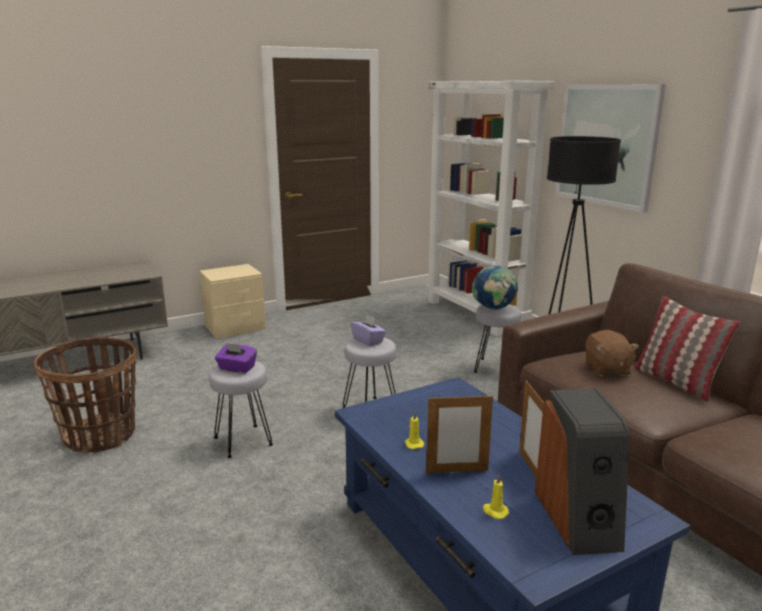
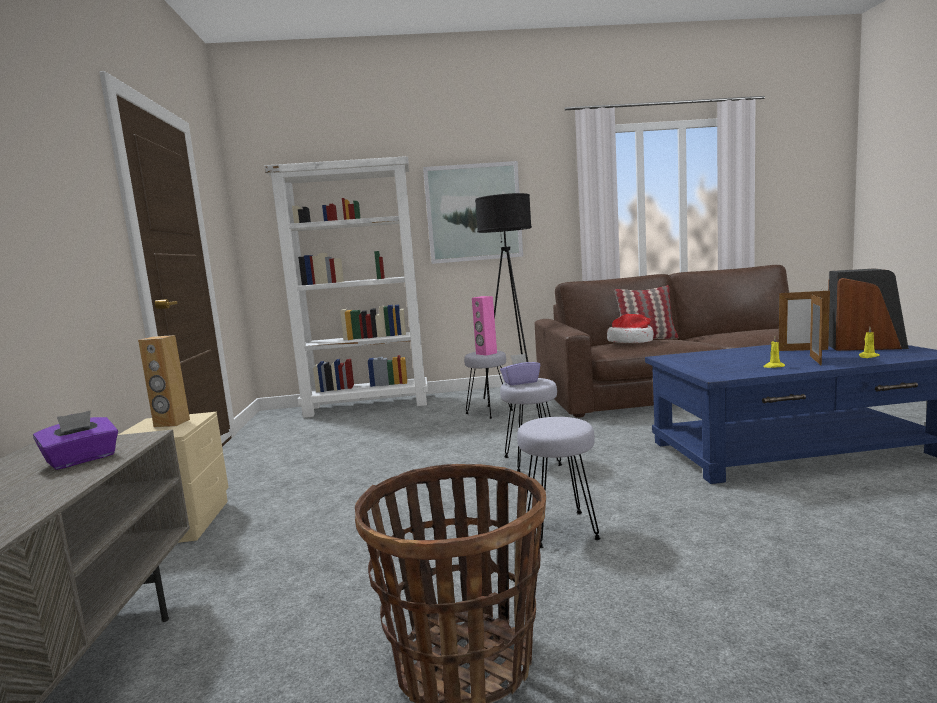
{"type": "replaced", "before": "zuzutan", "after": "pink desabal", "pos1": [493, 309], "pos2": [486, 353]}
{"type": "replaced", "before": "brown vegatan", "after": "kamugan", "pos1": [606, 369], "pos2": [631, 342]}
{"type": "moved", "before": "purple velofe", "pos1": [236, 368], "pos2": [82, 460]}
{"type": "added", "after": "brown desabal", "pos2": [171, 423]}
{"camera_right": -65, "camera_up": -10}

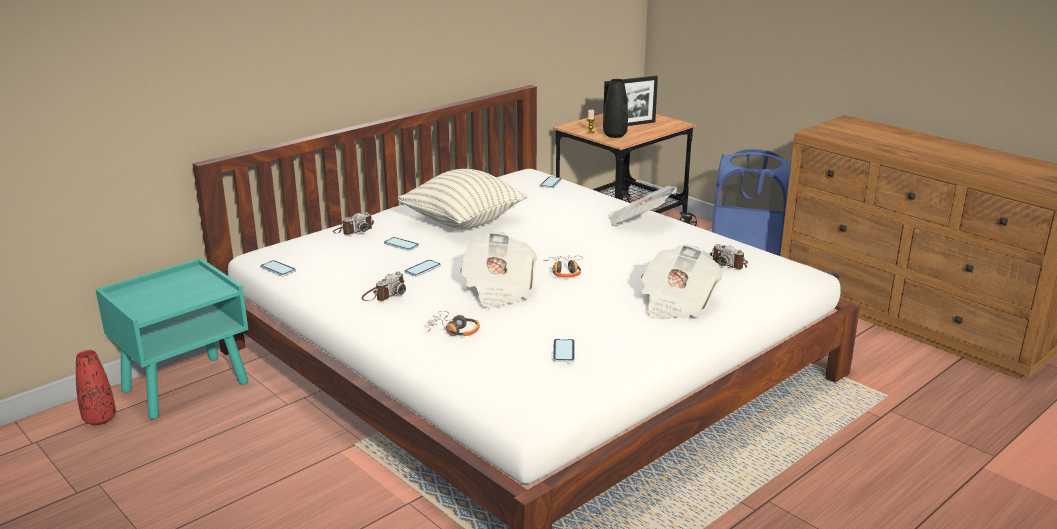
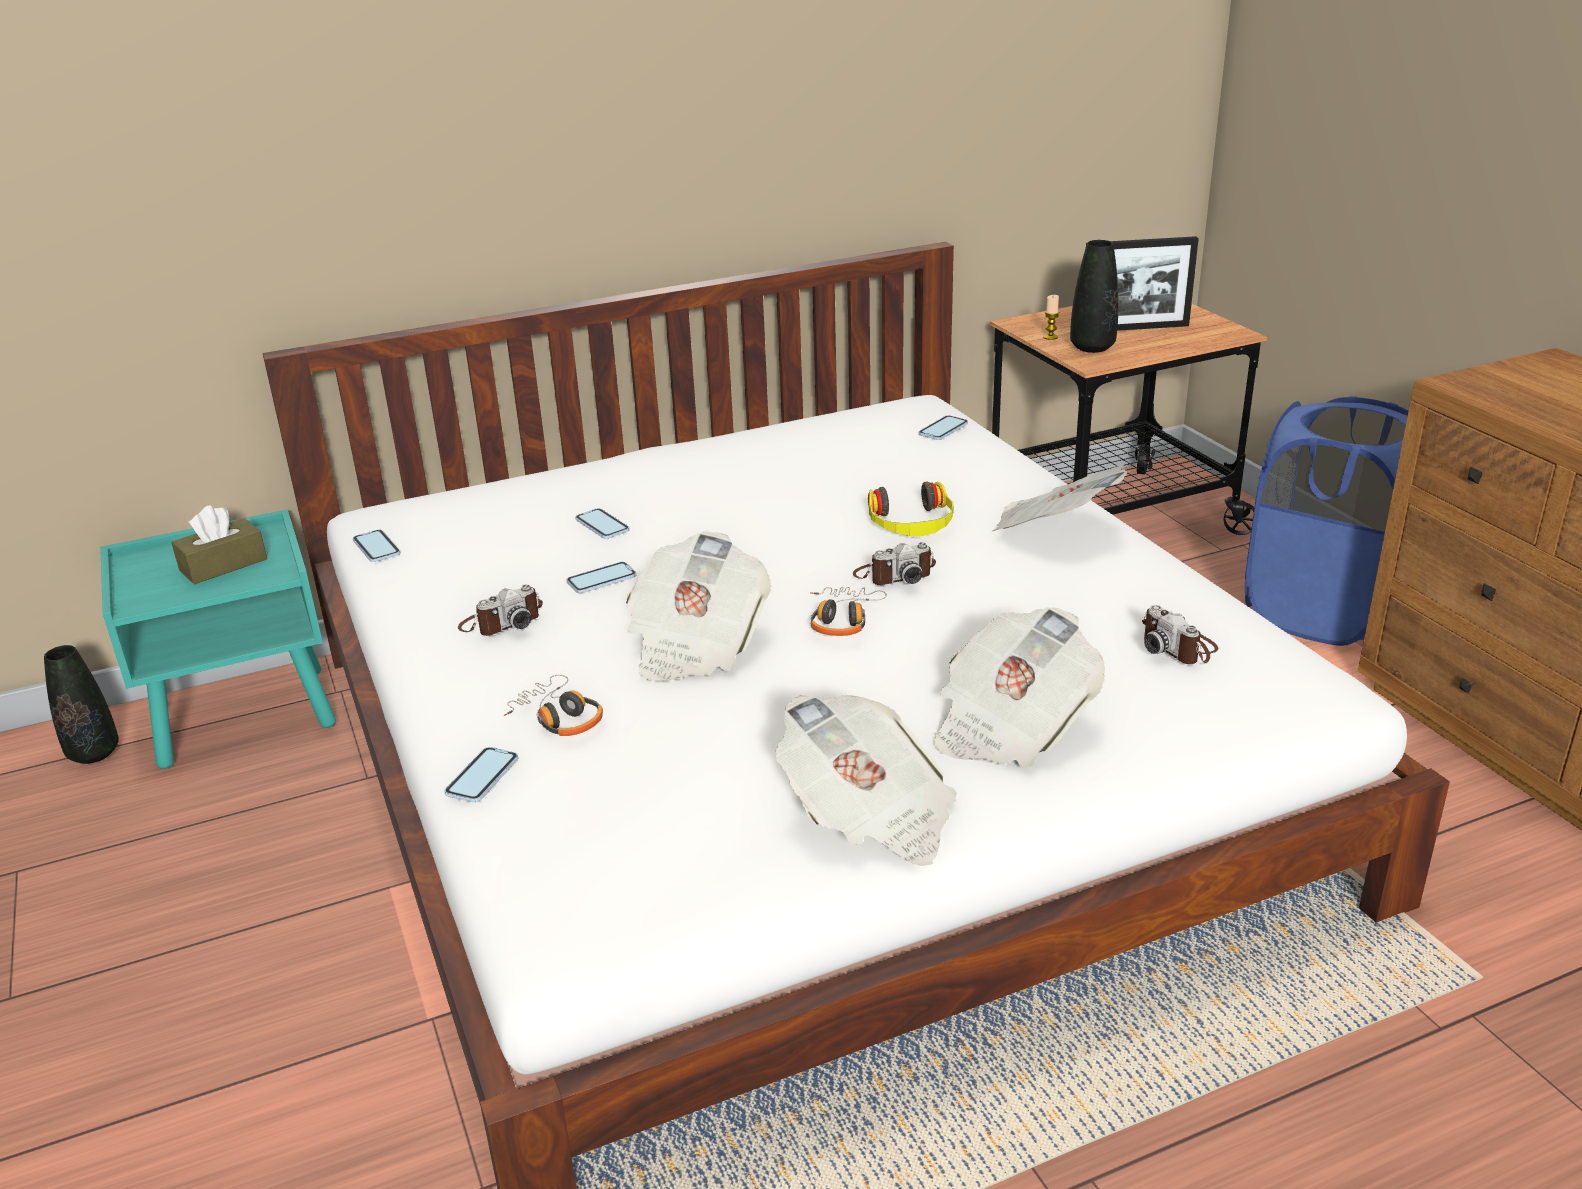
{"type": "removed", "before": "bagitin", "pos1": [463, 222]}
{"type": "moved", "before": "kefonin", "pos1": [353, 230], "pos2": [894, 575]}
{"type": "moved", "before": "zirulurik", "pos1": [563, 352], "pos2": [482, 777]}
{"type": "recoloured", "before": "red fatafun", "after": "black fatafun", "pos1": [100, 419], "pos2": [94, 753]}
{"type": "added", "after": "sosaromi", "pos2": [911, 523]}
{"type": "added", "after": "brown velofe", "pos2": [223, 565]}
{"type": "added", "after": "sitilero", "pos2": [869, 816]}
{"camera_right": 20, "camera_up": 5}

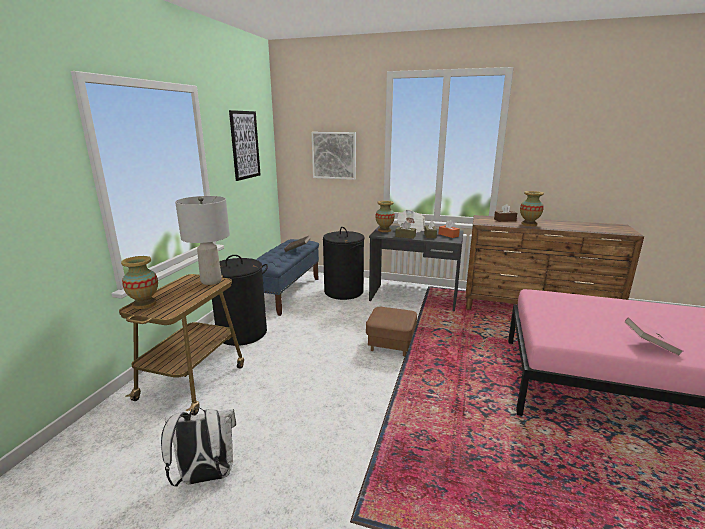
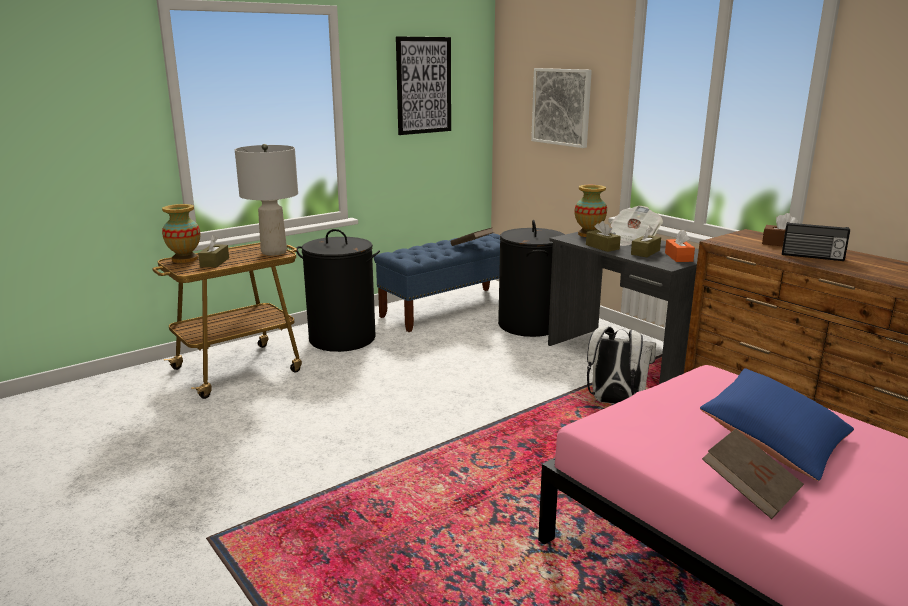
{"type": "replaced", "before": "fatafun", "after": "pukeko", "pos1": [529, 224], "pos2": [812, 257]}
{"type": "removed", "before": "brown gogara", "pos1": [391, 344]}
{"type": "recoloured", "before": "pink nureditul", "after": "brown nureditul", "pos1": [649, 345], "pos2": [750, 490]}
{"type": "moved", "before": "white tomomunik", "pos1": [205, 477], "pos2": [614, 403]}
{"type": "added", "after": "brown velofe", "pos2": [214, 262]}
{"type": "added", "after": "blue bagitin", "pos2": [774, 441]}
{"camera_right": 35, "camera_up": 0}

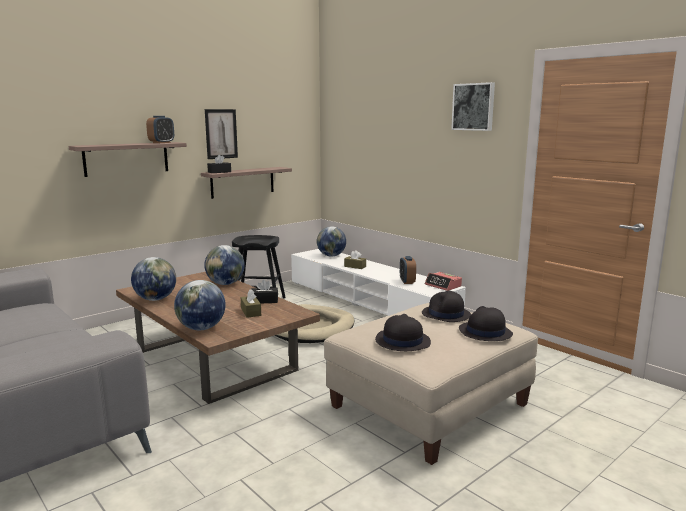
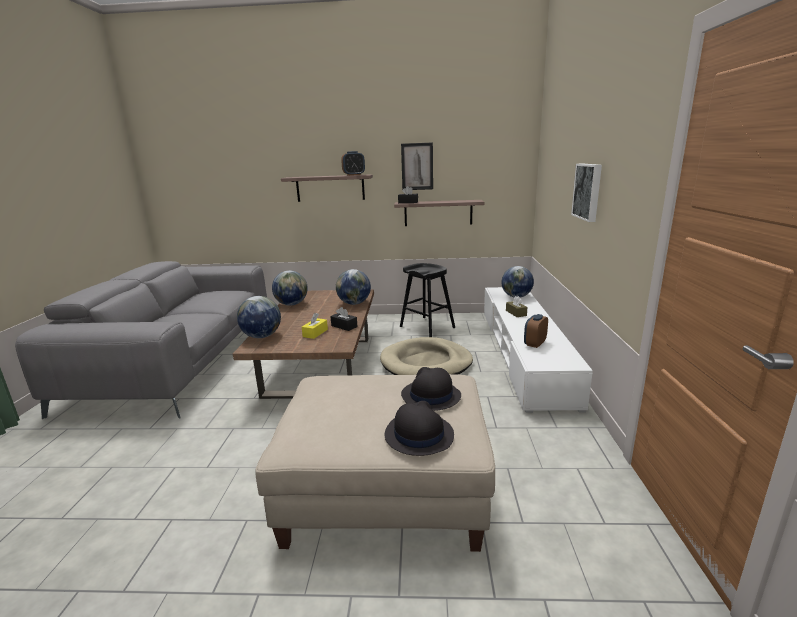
{"type": "moved", "before": "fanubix", "pos1": [473, 107], "pos2": [588, 191]}
{"type": "removed", "before": "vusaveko", "pos1": [443, 285]}
{"type": "recoloured", "before": "brown velofe", "after": "yellow velofe", "pos1": [251, 312], "pos2": [315, 333]}
{"type": "removed", "before": "black kamugan", "pos1": [402, 341]}
{"camera_right": 45, "camera_up": 5}

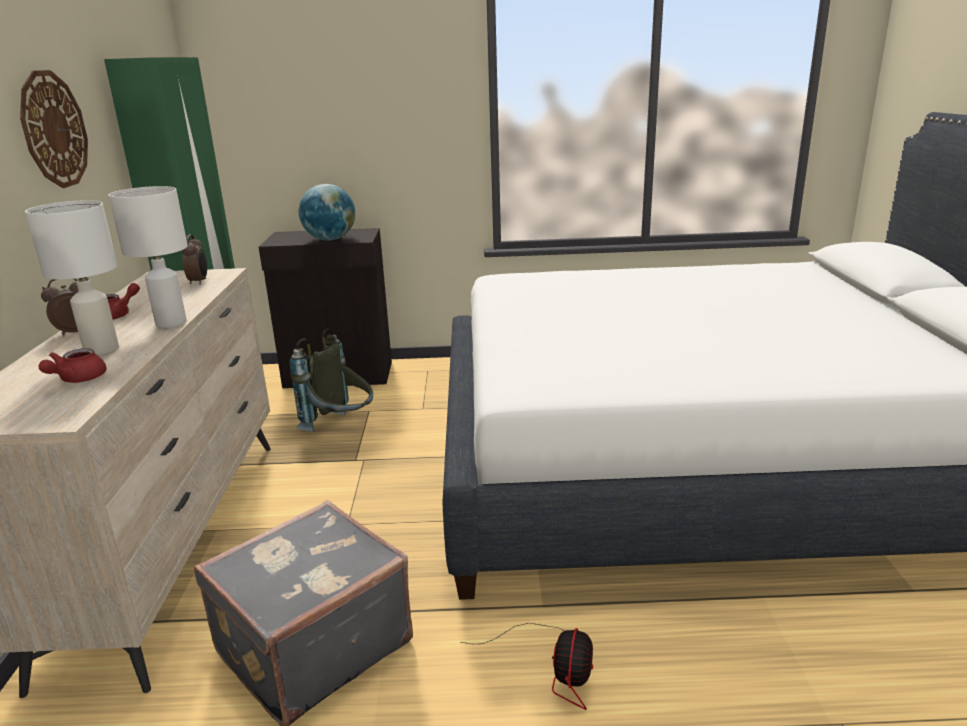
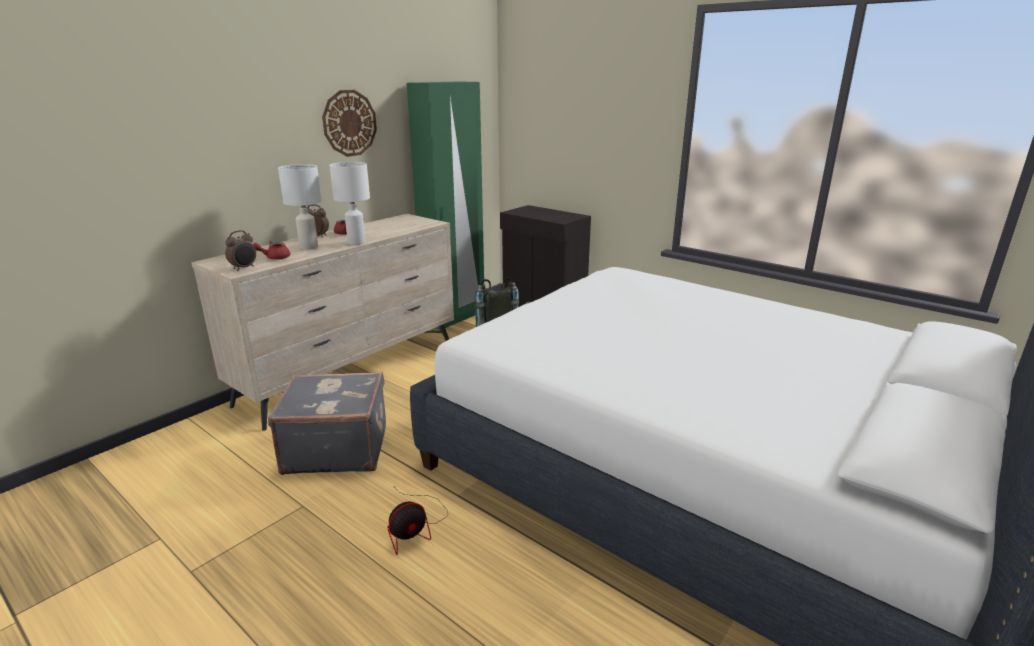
{"type": "removed", "before": "zuzutan", "pos1": [330, 239]}
{"type": "moved", "before": "vusaveko", "pos1": [199, 282], "pos2": [244, 268]}
{"camera_right": 40, "camera_up": 0}

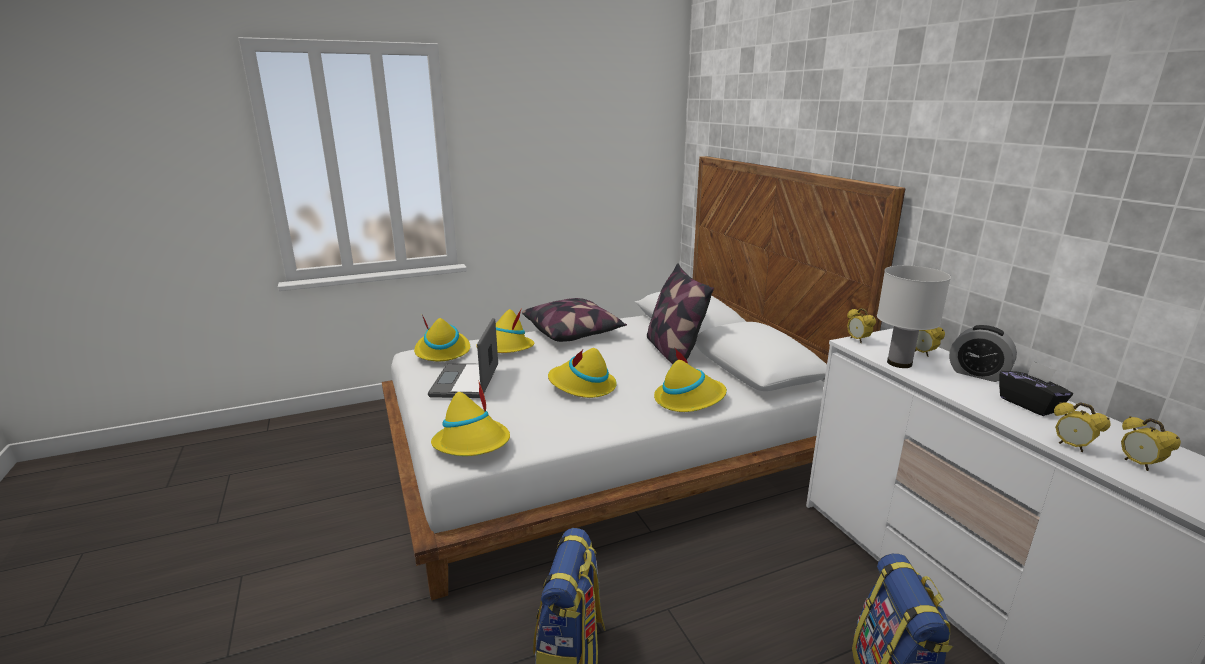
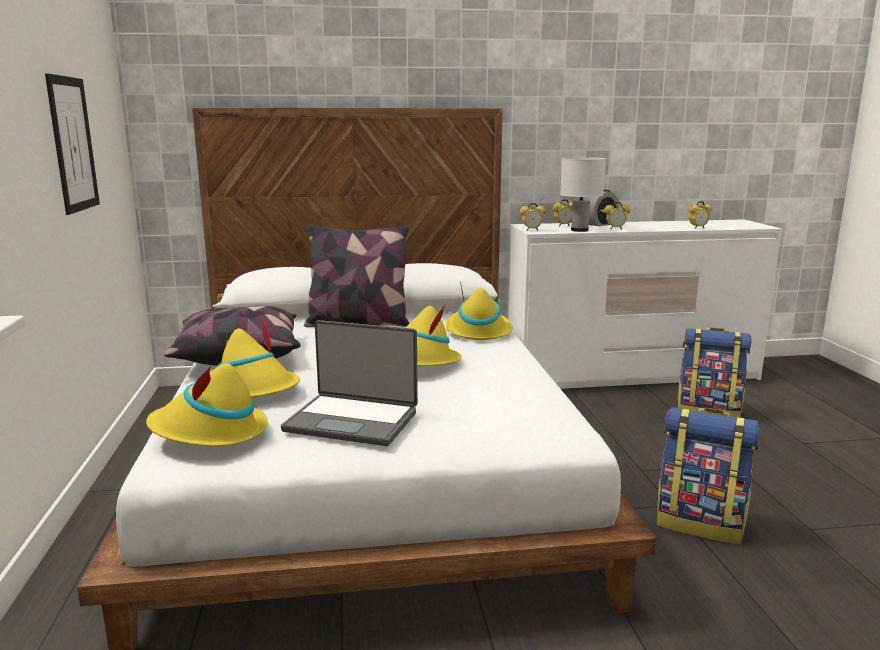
{"type": "removed", "before": "black velofe", "pos1": [1029, 404]}
{"type": "removed", "before": "yellow kamugan", "pos1": [473, 443]}
{"type": "moved", "before": "vusaveko", "pos1": [1138, 464], "pos2": [615, 229]}
{"type": "added", "after": "fanubix", "pos2": [73, 144]}
{"camera_right": -75, "camera_up": -5}

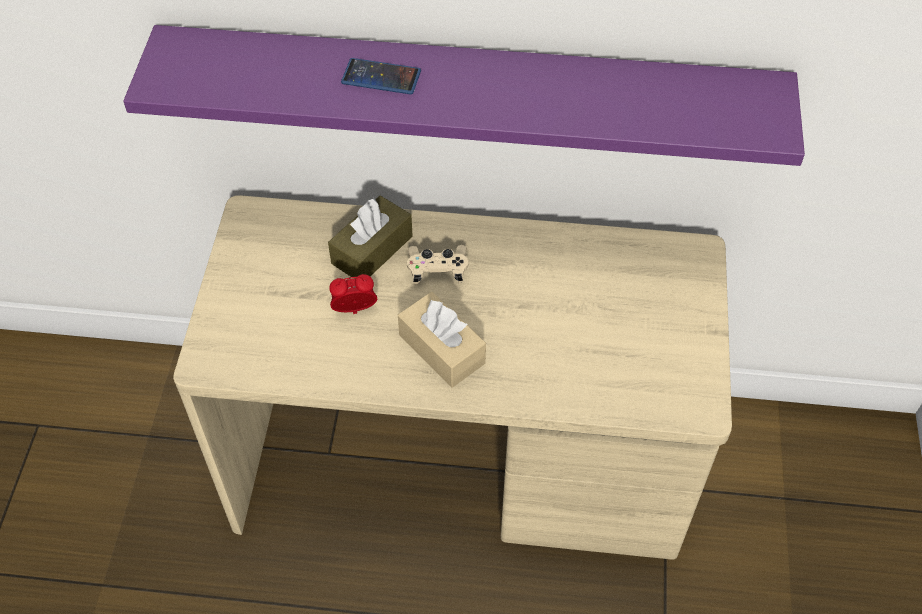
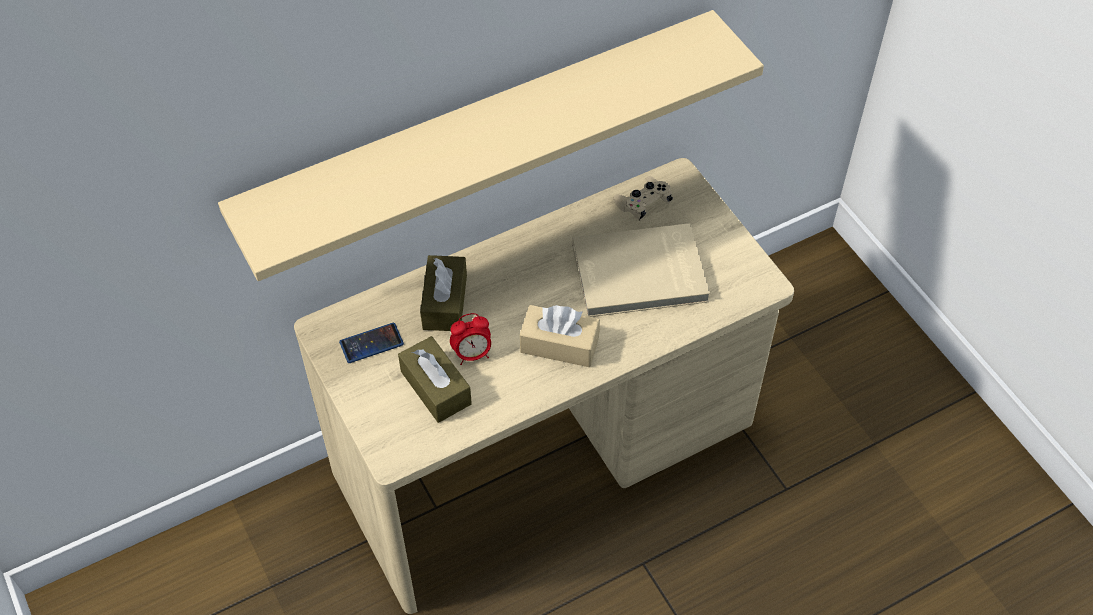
{"type": "recoloured", "before": "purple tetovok", "after": "beige tetovok", "pos1": [469, 90], "pos2": [481, 134]}
{"type": "moved", "before": "zirulurik", "pos1": [381, 77], "pos2": [371, 343]}
{"type": "moved", "before": "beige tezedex", "pos1": [437, 270], "pos2": [643, 204]}
{"type": "turned", "before": "vusaveko", "pos1": [354, 311], "pos2": [472, 354], "turn": -150}
{"type": "added", "after": "beige nureditul", "pos2": [639, 275]}
{"type": "added", "after": "brown velofe", "pos2": [435, 387]}
{"camera_right": -35, "camera_up": 0}

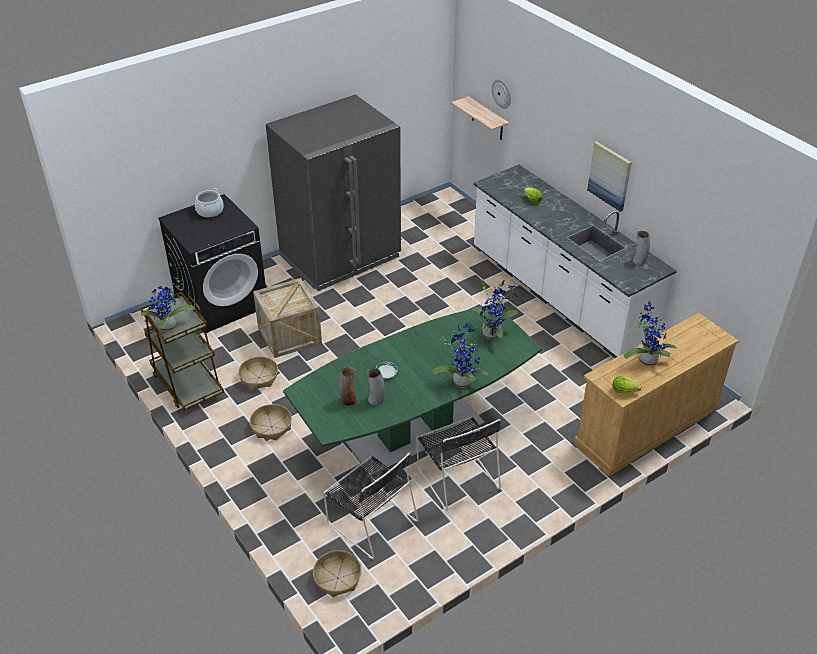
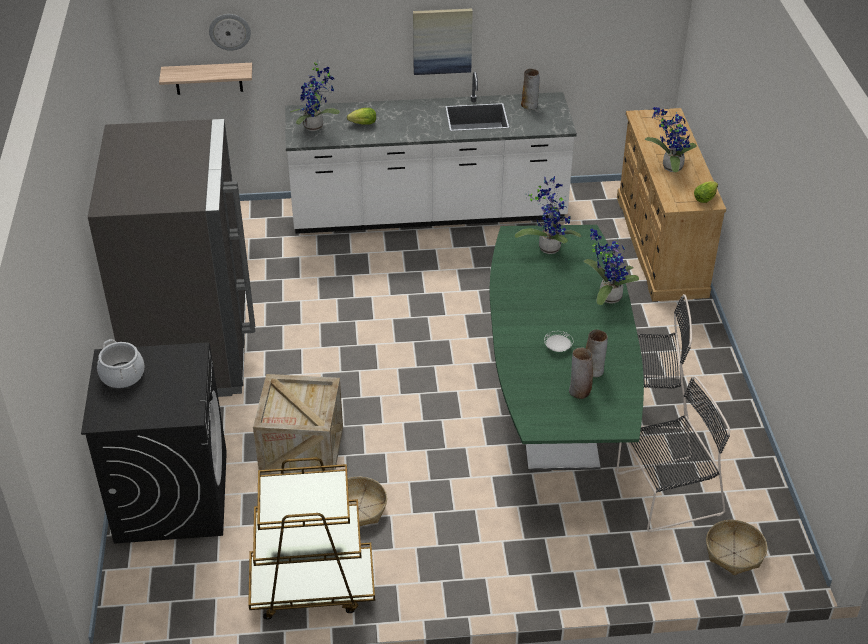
{"type": "moved", "before": "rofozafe", "pos1": [169, 328], "pos2": [316, 127]}
{"type": "removed", "before": "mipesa", "pos1": [271, 427]}
{"camera_right": -60, "camera_up": 0}

